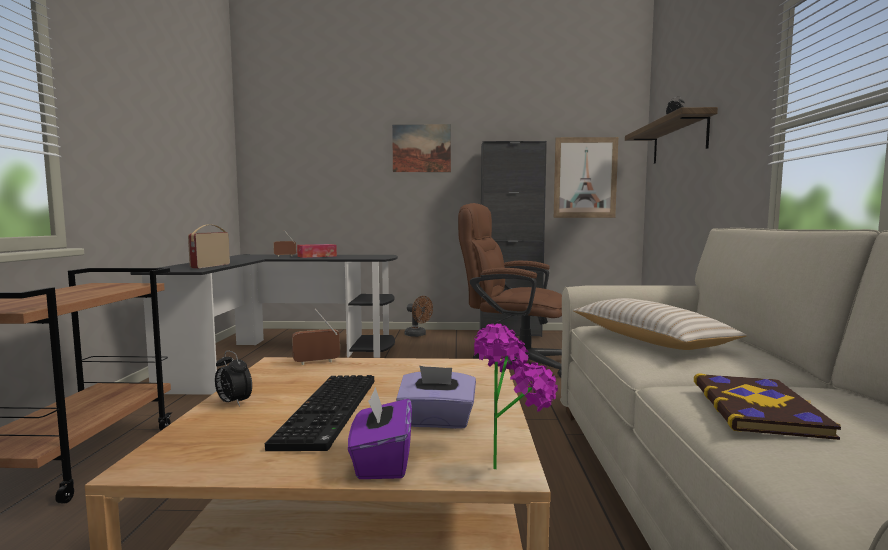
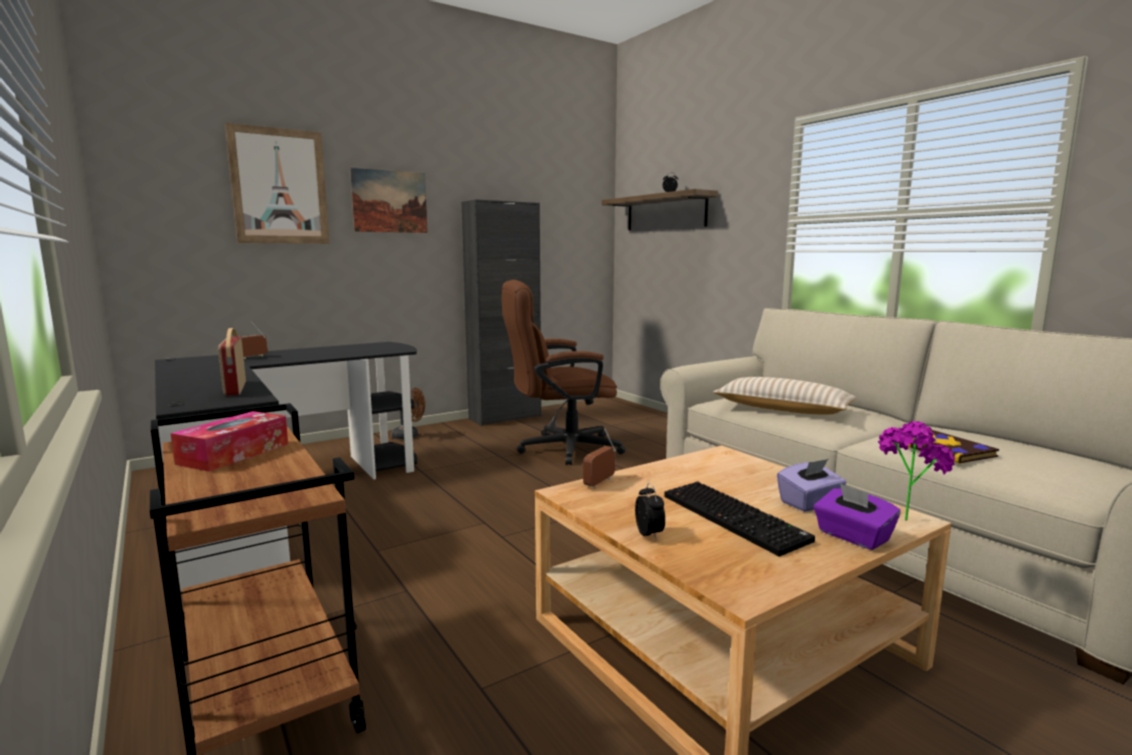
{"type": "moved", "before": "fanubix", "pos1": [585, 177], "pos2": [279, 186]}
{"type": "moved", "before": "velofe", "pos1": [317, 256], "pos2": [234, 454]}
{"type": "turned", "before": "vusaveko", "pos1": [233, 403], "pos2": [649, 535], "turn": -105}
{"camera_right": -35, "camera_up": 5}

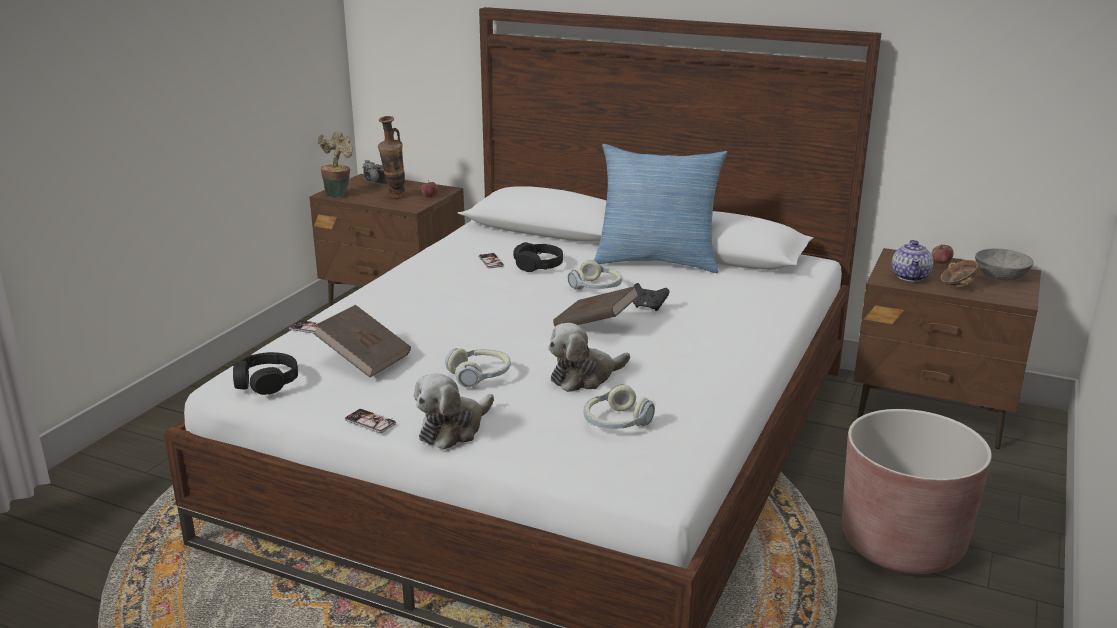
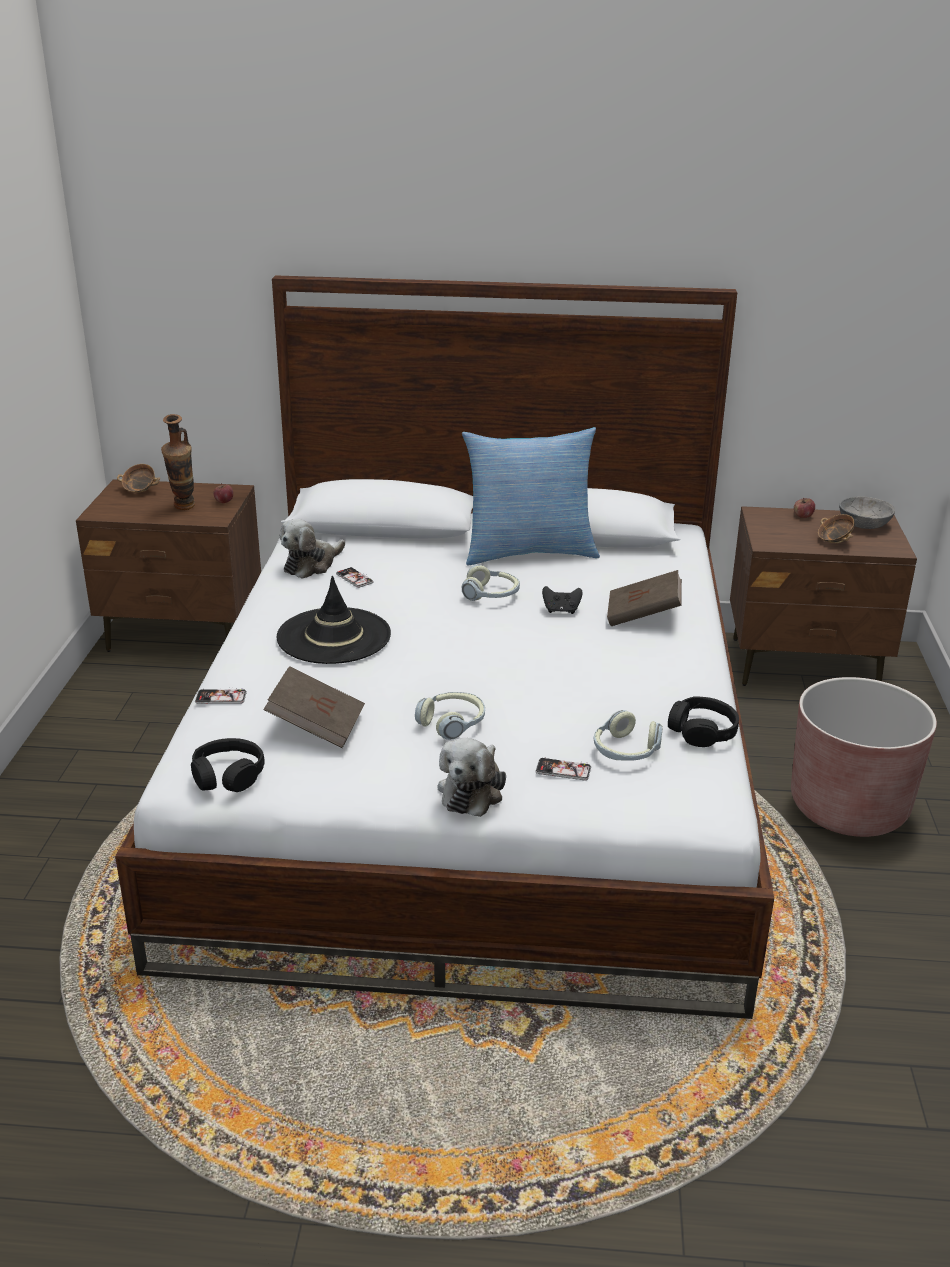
{"type": "removed", "before": "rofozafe", "pos1": [338, 194]}
{"type": "replaced", "before": "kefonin", "after": "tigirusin", "pos1": [373, 183], "pos2": [140, 491]}
{"type": "removed", "before": "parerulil", "pos1": [910, 276]}
{"type": "moved", "before": "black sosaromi", "pos1": [538, 265], "pos2": [702, 731]}
{"type": "moved", "before": "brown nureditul", "pos1": [595, 326], "pos2": [643, 616]}
{"type": "moved", "before": "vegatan", "pos1": [584, 377], "pos2": [311, 565]}
{"type": "moved", "before": "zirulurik", "pos1": [370, 422], "pos2": [563, 770]}
{"type": "added", "after": "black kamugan", "pos2": [334, 636]}
{"camera_right": -20, "camera_up": 5}

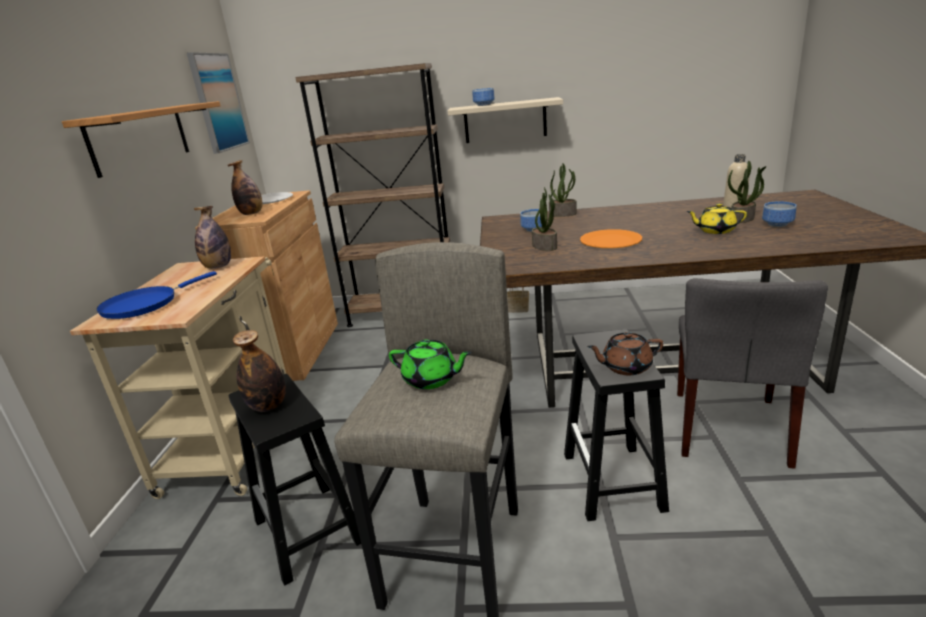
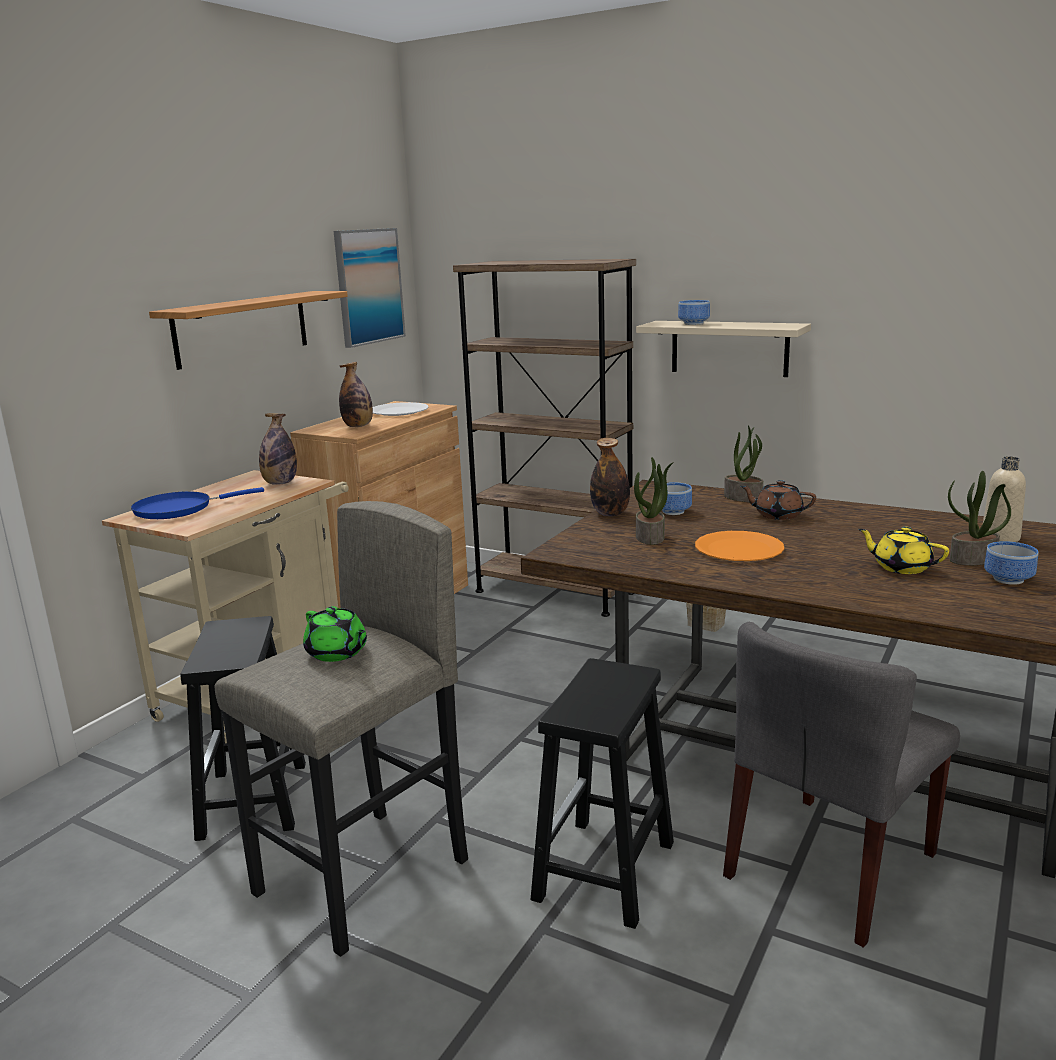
{"type": "moved", "before": "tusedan", "pos1": [268, 406], "pos2": [610, 514]}
{"type": "moved", "before": "brown parerulil", "pos1": [625, 367], "pos2": [777, 515]}
{"camera_right": 25, "camera_up": -5}

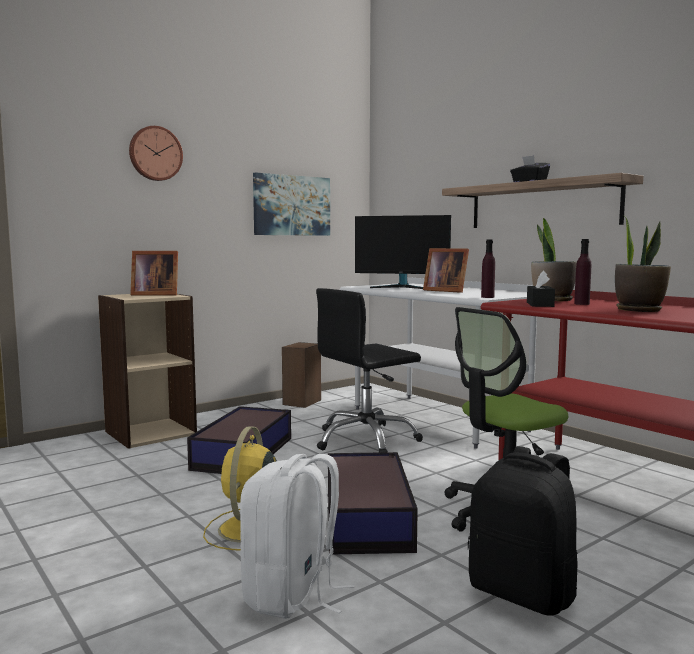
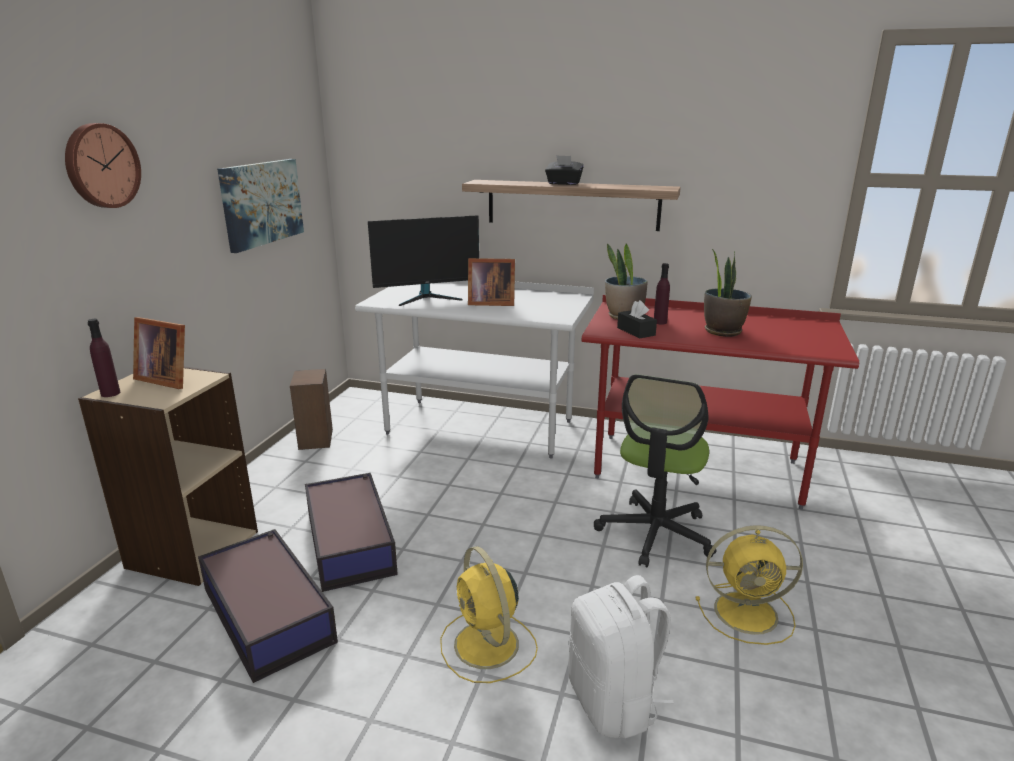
{"type": "moved", "before": "purple tusedan", "pos1": [487, 297], "pos2": [110, 393]}
{"type": "turned", "before": "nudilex", "pos1": [154, 294], "pos2": [167, 379], "turn": 60}
{"type": "removed", "before": "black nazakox", "pos1": [366, 440]}
{"type": "replaced", "before": "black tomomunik", "after": "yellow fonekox", "pos1": [523, 593], "pos2": [748, 612]}
{"type": "moved", "before": "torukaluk", "pos1": [368, 516], "pos2": [268, 613]}
{"camera_right": -35, "camera_up": 15}

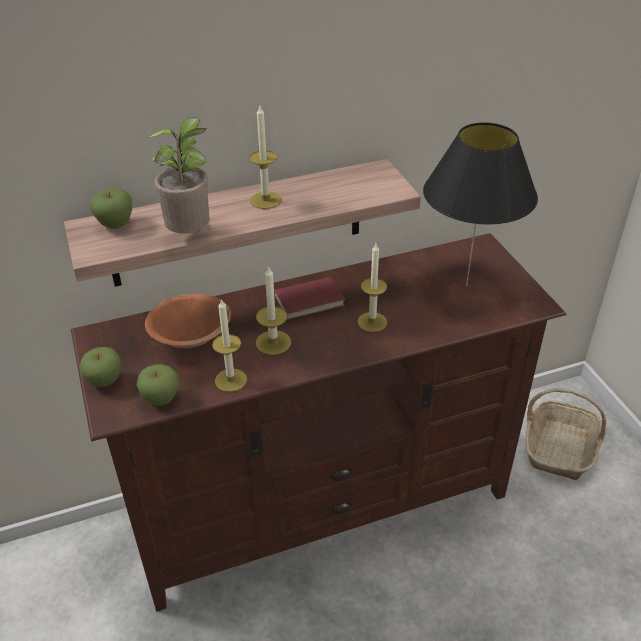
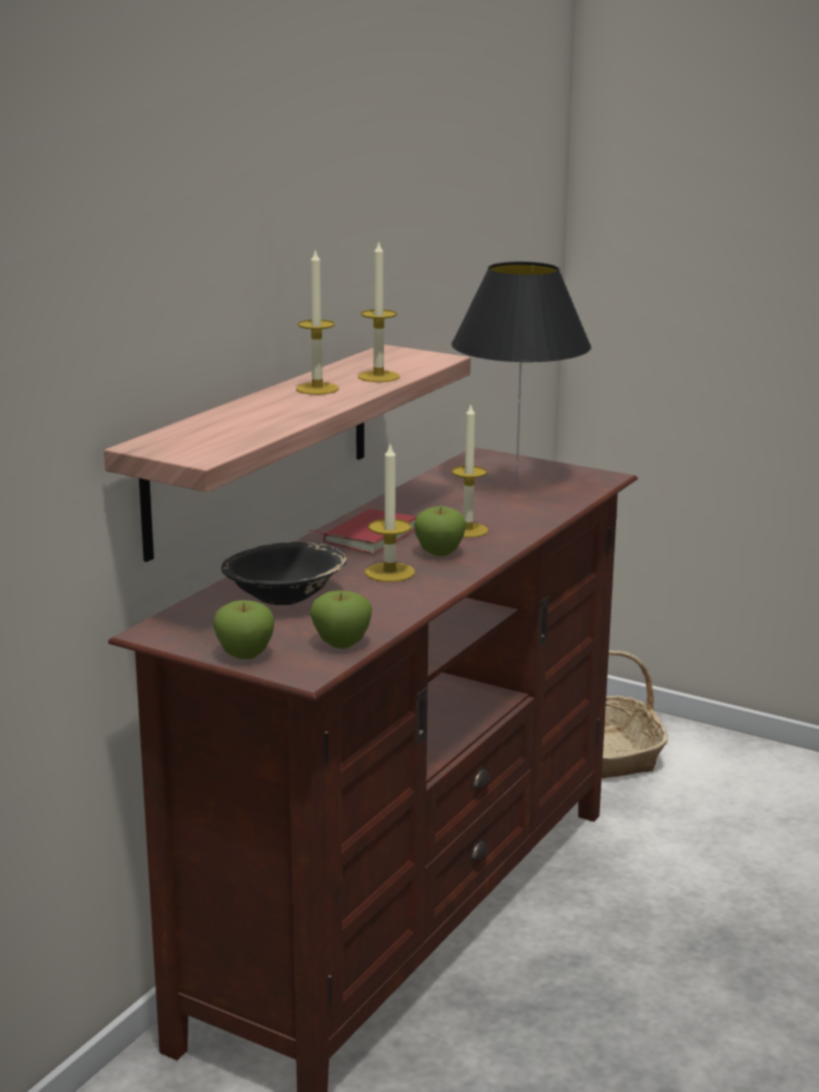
{"type": "removed", "before": "rofozafe", "pos1": [192, 235]}
{"type": "moved", "before": "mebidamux", "pos1": [115, 224], "pos2": [439, 553]}
{"type": "recoloured", "before": "orange tigirusin", "after": "black tigirusin", "pos1": [190, 337], "pos2": [284, 597]}
{"type": "moved", "before": "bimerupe", "pos1": [231, 380], "pos2": [378, 376]}
{"camera_right": -40, "camera_up": -20}

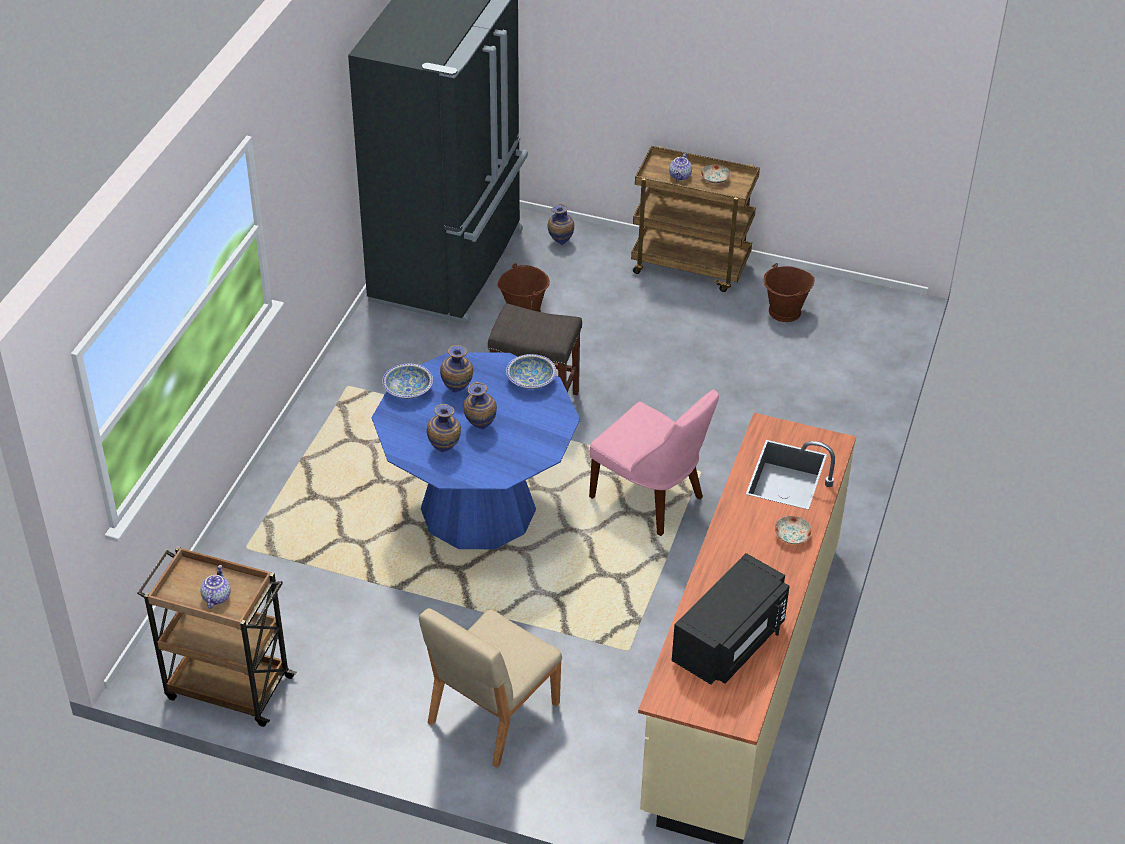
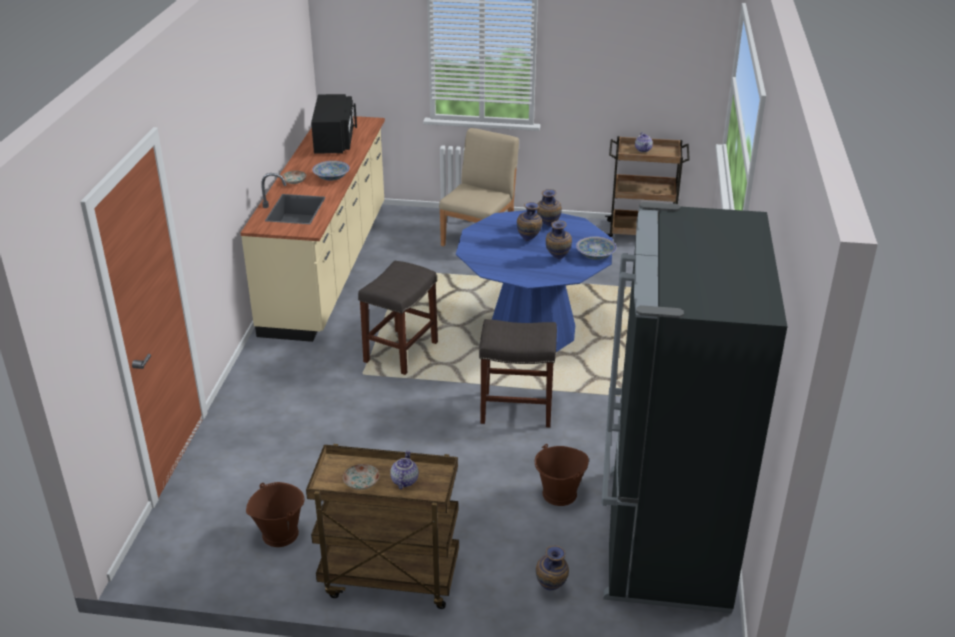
{"type": "moved", "before": "tigirusin", "pos1": [531, 380], "pos2": [331, 177]}
{"type": "replaced", "before": "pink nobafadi", "after": "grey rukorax", "pos1": [650, 499], "pos2": [401, 351]}
{"type": "turned", "before": "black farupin", "pos1": [730, 641], "pos2": [334, 141], "turn": 150}
{"camera_right": 170, "camera_up": -10}

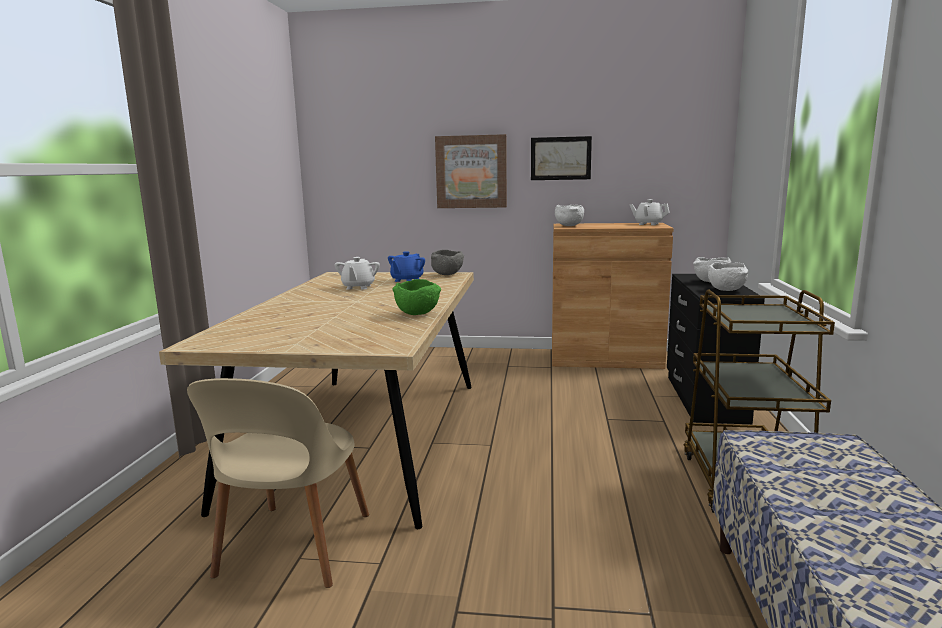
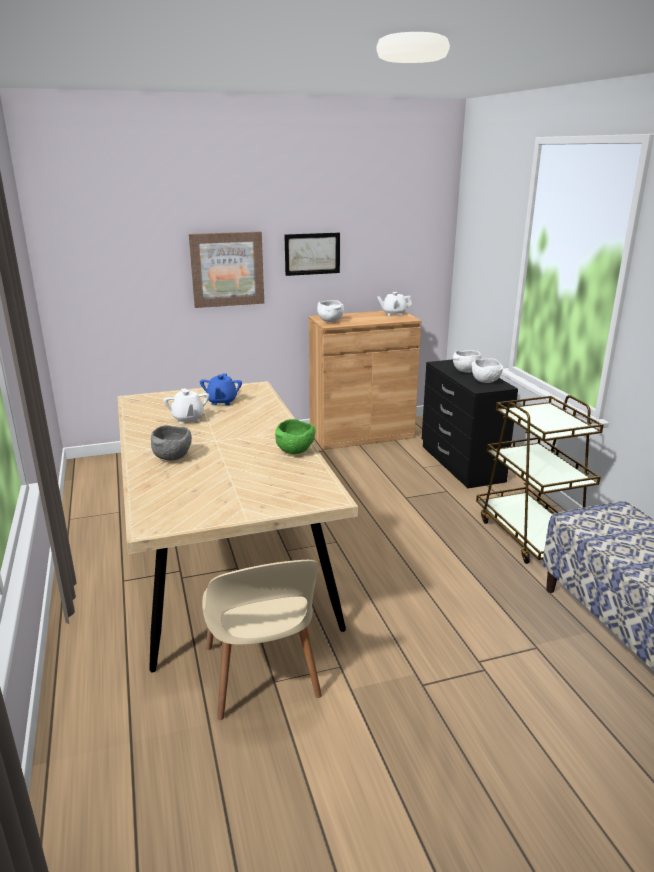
{"type": "moved", "before": "grey tigirusin", "pos1": [447, 274], "pos2": [173, 457]}
{"camera_right": -25, "camera_up": 10}

